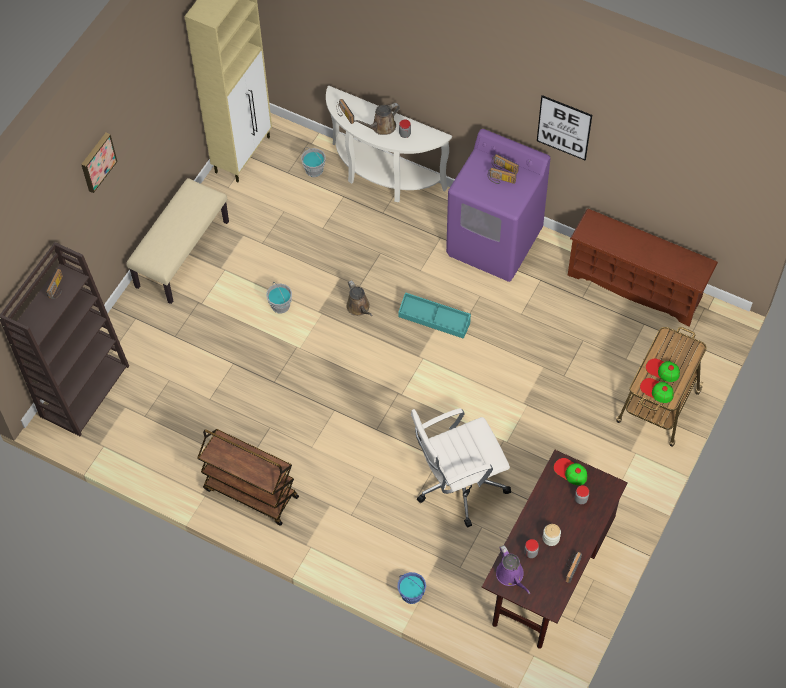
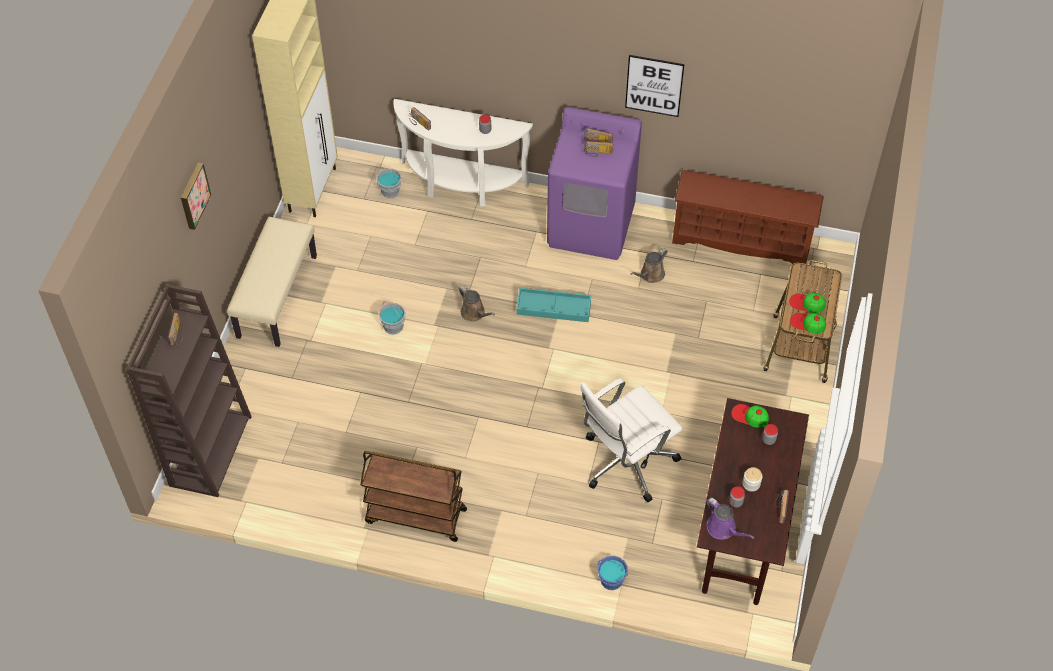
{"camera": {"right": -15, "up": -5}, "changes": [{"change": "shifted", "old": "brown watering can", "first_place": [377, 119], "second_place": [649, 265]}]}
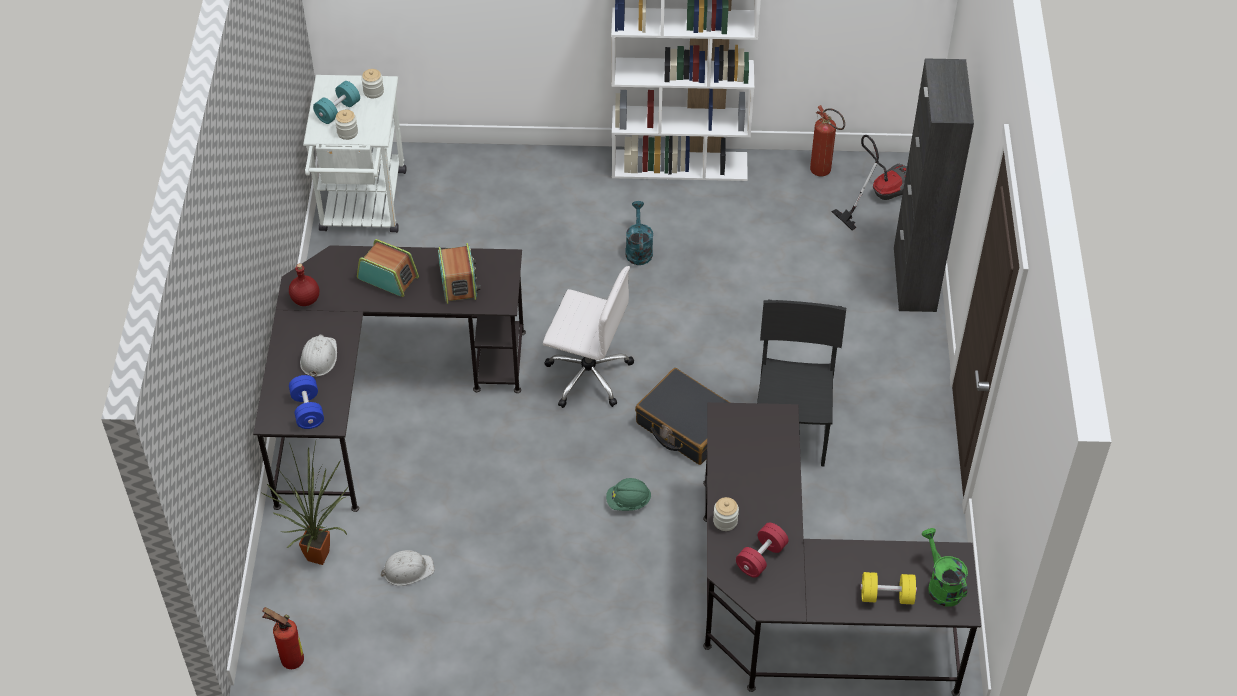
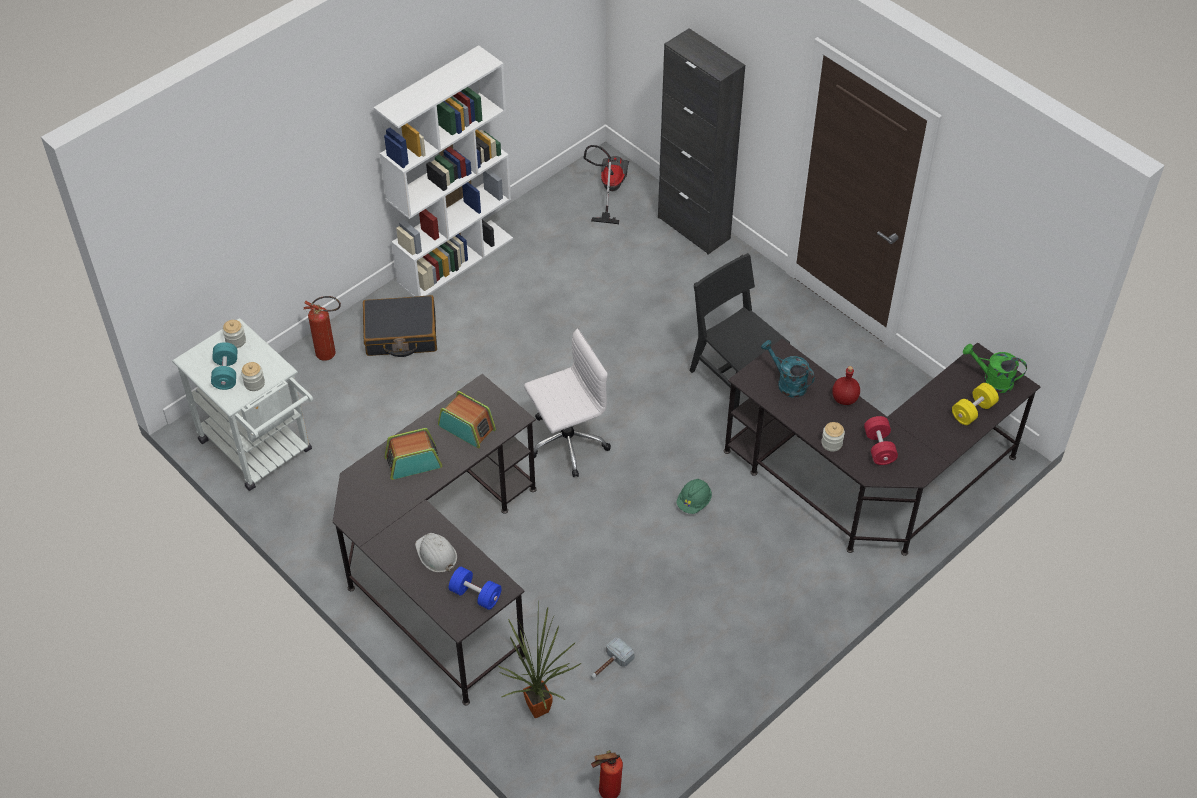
{"camera": {"right": -45, "up": 0}, "changes": [{"change": "shifted", "old": "fire extinguisher", "first_place": [827, 140], "second_place": [322, 328]}, {"change": "shifted", "old": "turquoise watering can", "first_place": [639, 233], "second_place": [788, 369]}, {"change": "shifted", "old": "red bottle", "first_place": [304, 284], "second_place": [846, 385]}, {"change": "shifted", "old": "black suitcase", "first_place": [682, 416], "second_place": [400, 326]}, {"change": "swapped", "old": "white hard hat", "new": "hammer", "first_place": [407, 568], "second_place": [613, 658]}]}
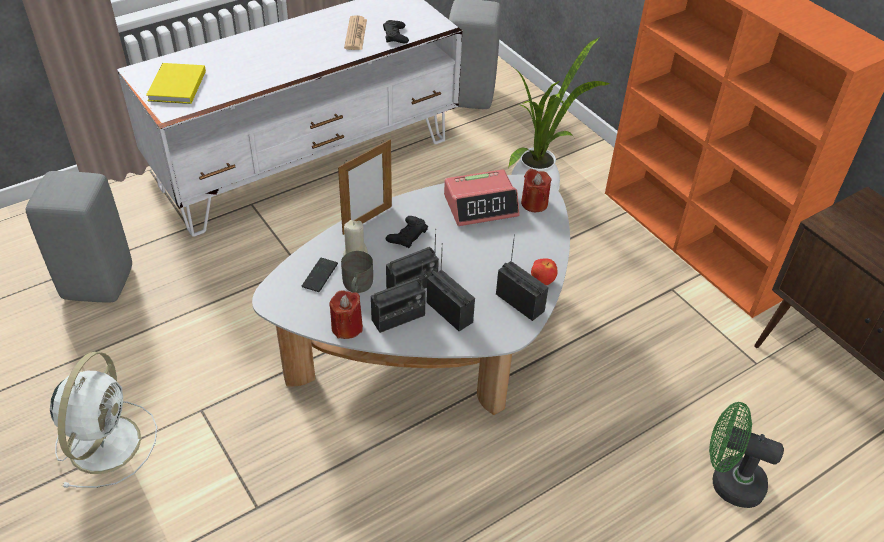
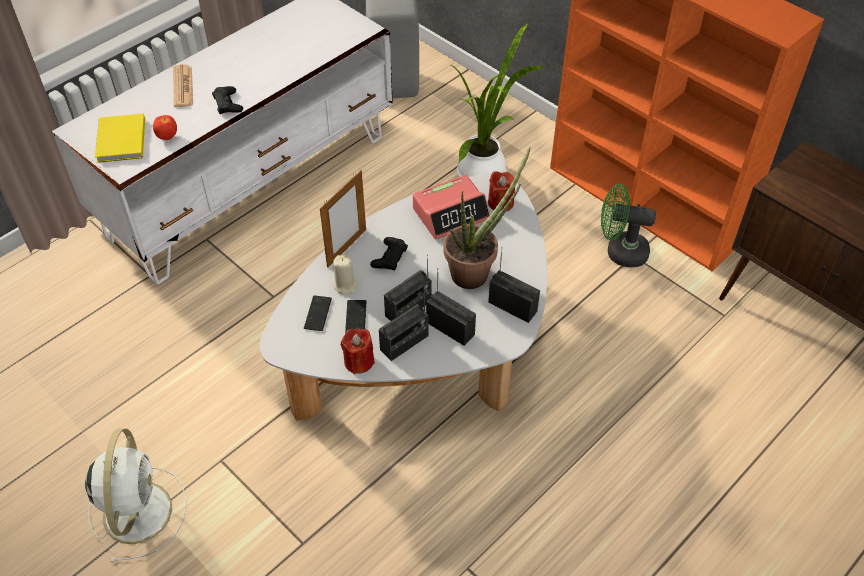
{"camera": {"right": -10, "up": 5}, "changes": [{"change": "shifted", "old": "newspaper", "first_place": [355, 32], "second_place": [183, 85]}, {"change": "shifted", "old": "black game controller", "first_place": [396, 31], "second_place": [227, 100]}, {"change": "gone", "old": "grey stool", "first_place": [79, 236]}, {"change": "swapped", "old": "grey mug", "new": "phone", "first_place": [357, 272], "second_place": [355, 316]}, {"change": "shifted", "old": "apple", "first_place": [544, 271], "second_place": [165, 127]}, {"change": "shifted", "old": "green fan", "first_place": [746, 455], "second_place": [628, 225]}, {"change": "new", "new": "potted plant", "second_place": [487, 218]}]}
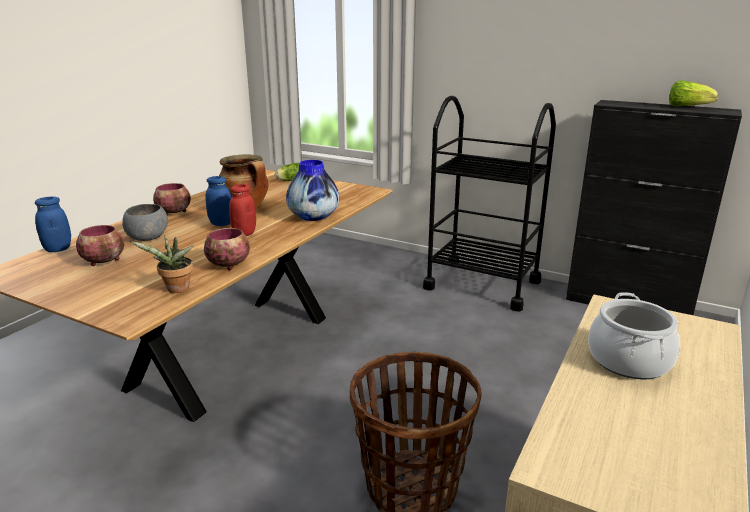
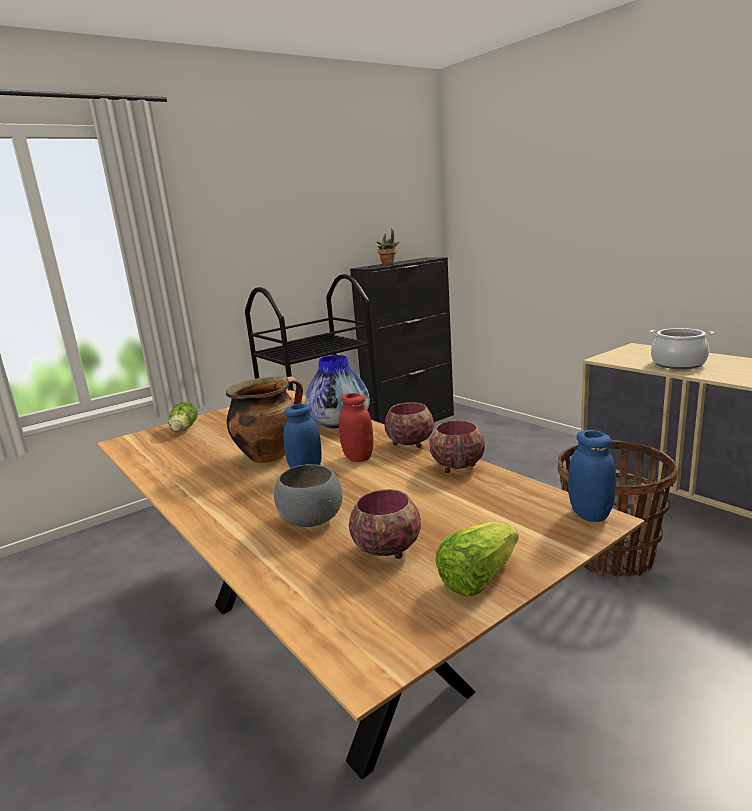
{"camera": {"right": -65, "up": -5}, "changes": [{"change": "shifted", "old": "lettuce", "first_place": [693, 93], "second_place": [476, 559]}, {"change": "shifted", "old": "bowl", "first_place": [172, 199], "second_place": [409, 425]}, {"change": "shifted", "old": "blue jar", "first_place": [53, 224], "second_place": [592, 476]}, {"change": "shifted", "old": "potted plant", "first_place": [161, 264], "second_place": [388, 247]}]}
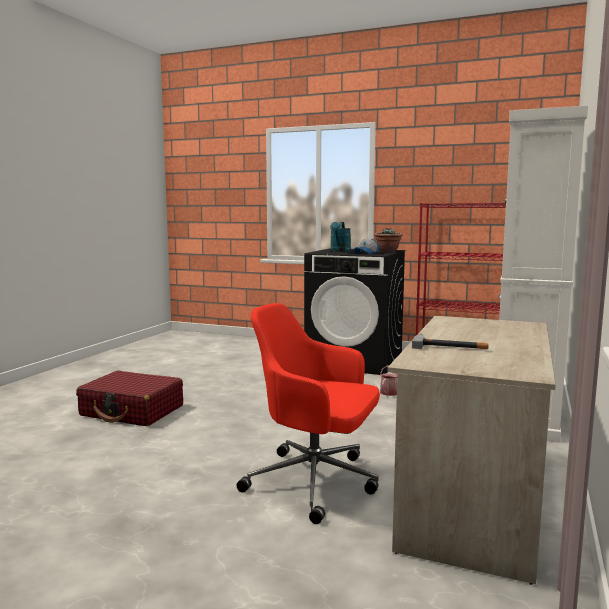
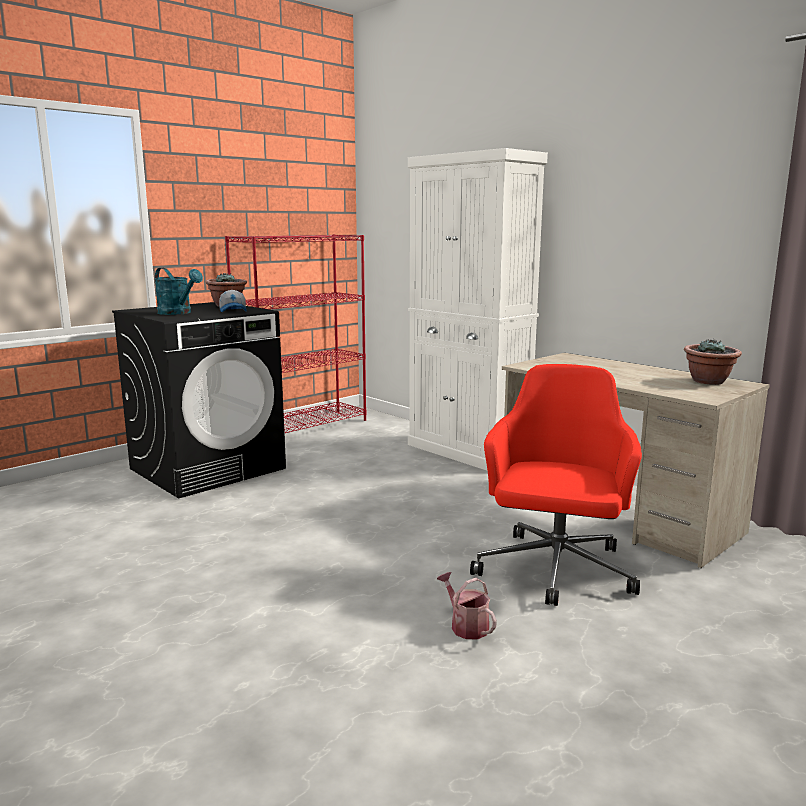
{"camera": {"right": -65, "up": 5}, "changes": [{"change": "rotated", "old": "red office chair", "first_place": [308, 413], "second_place": [556, 485], "degrees": 150}, {"change": "gone", "old": "hammer", "first_place": [450, 341]}, {"change": "shifted", "old": "watering can", "first_place": [388, 380], "second_place": [467, 605]}, {"change": "gone", "old": "red suitcase", "first_place": [129, 398]}, {"change": "new", "new": "potted plant", "second_place": [713, 362]}]}
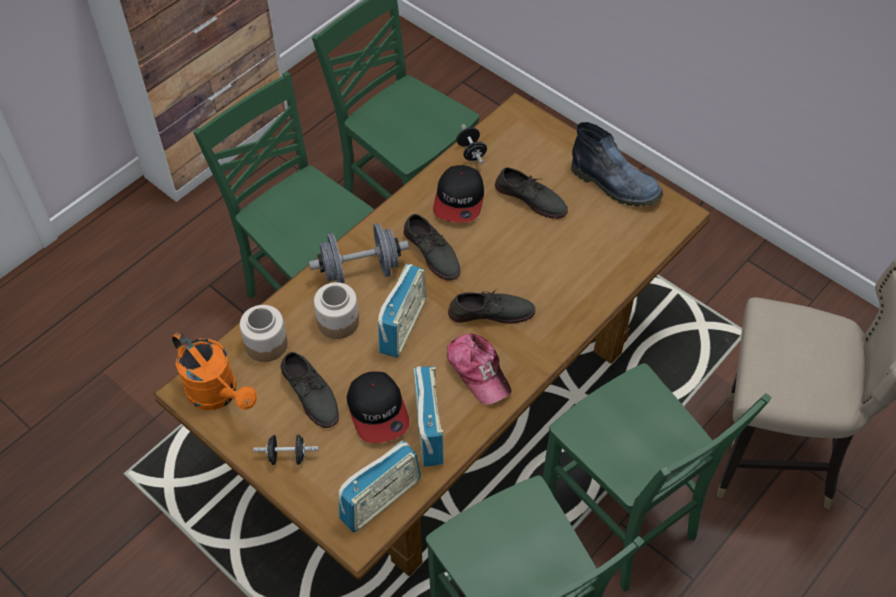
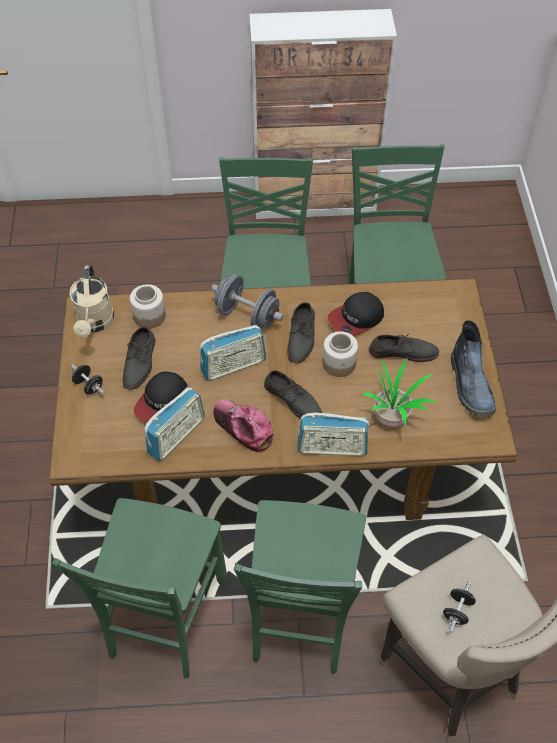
{"camera": {"right": 45, "up": 0}, "changes": [{"change": "shifted", "old": "black dumbbell", "first_place": [471, 144], "second_place": [459, 607]}, {"change": "rotated", "old": "grey shoe", "first_place": [531, 193], "second_place": [404, 347], "degrees": -75}, {"change": "shifted", "old": "jar", "first_place": [336, 310], "second_place": [340, 354]}, {"change": "repainted", "old": "orange watering can", "new": "beige watering can", "first_place": [214, 371], "second_place": [91, 301]}, {"change": "rotated", "old": "cap", "first_place": [479, 369], "second_place": [243, 426], "degrees": 120}, {"change": "shifted", "old": "radio", "first_place": [379, 486], "second_place": [334, 434]}, {"change": "new", "new": "potted plant", "second_place": [400, 392]}]}
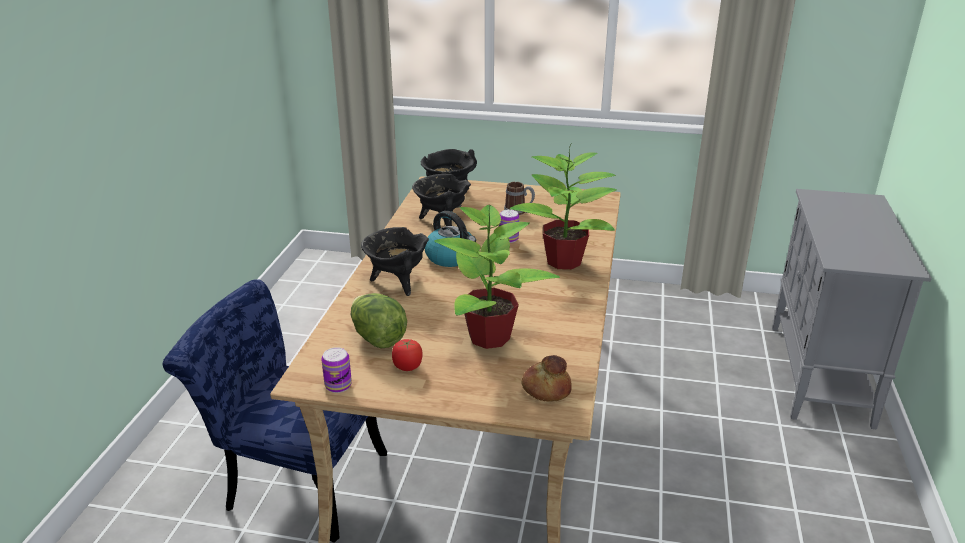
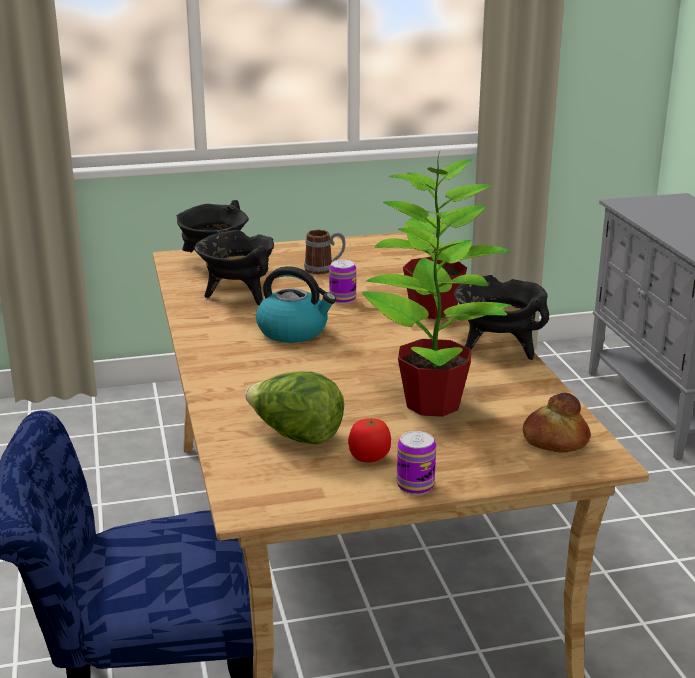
{"camera": {"right": -25, "up": -5}, "changes": [{"change": "shifted", "old": "black cooking pot", "first_place": [395, 261], "second_place": [501, 317]}, {"change": "shifted", "old": "can", "first_place": [336, 370], "second_place": [416, 463]}]}
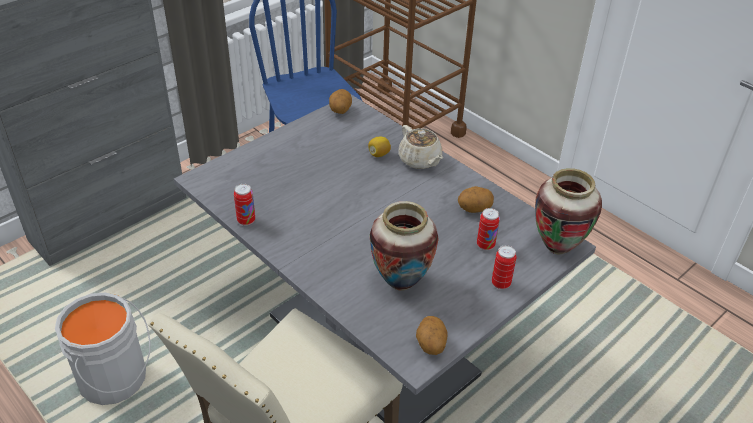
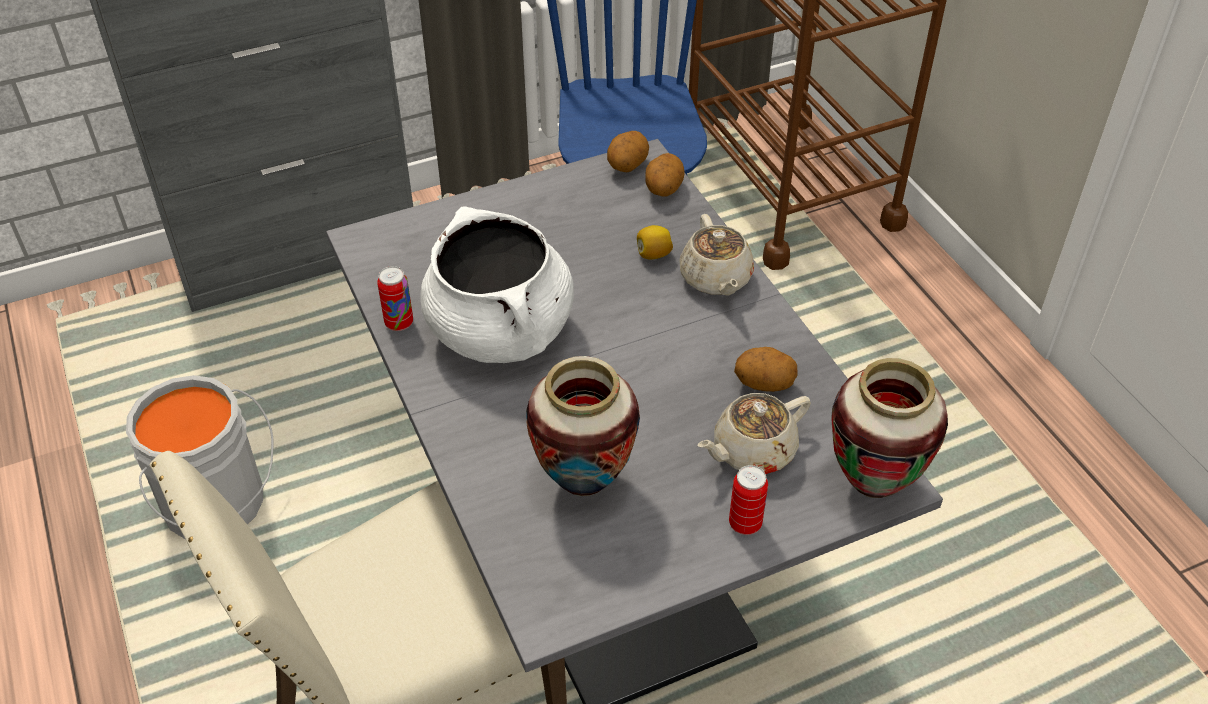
{"camera": {"right": 20, "up": 5}, "changes": [{"change": "swapped", "old": "can", "new": "beige teapot", "first_place": [488, 229], "second_place": [754, 433]}, {"change": "shifted", "old": "potato", "first_place": [432, 335], "second_place": [665, 175]}, {"change": "new", "new": "white cooking pot", "second_place": [497, 284]}]}
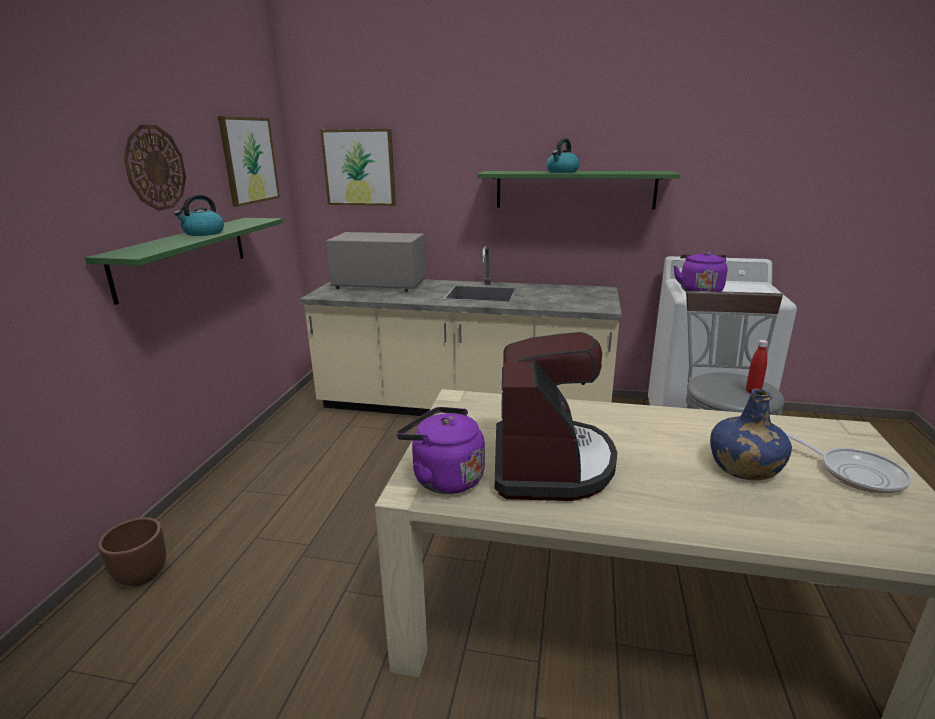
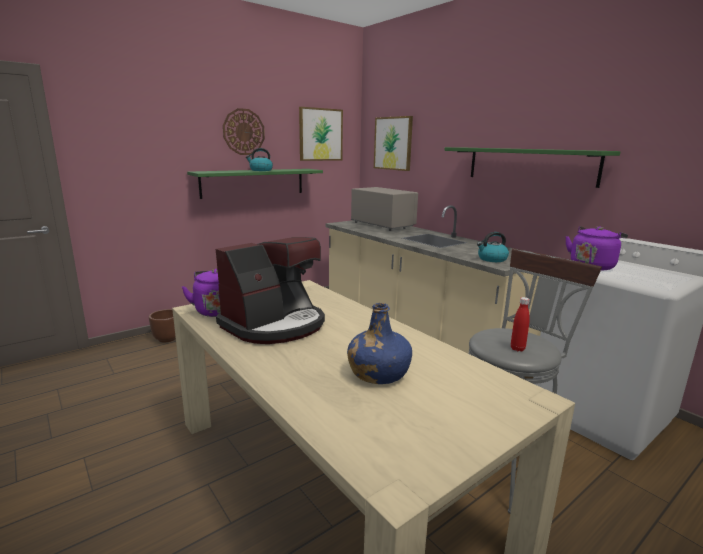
{"camera": {"right": 40, "up": -5}, "changes": [{"change": "shifted", "old": "kettle", "first_place": [563, 155], "second_place": [493, 247]}, {"change": "gone", "old": "frying pan", "first_place": [846, 462]}]}
